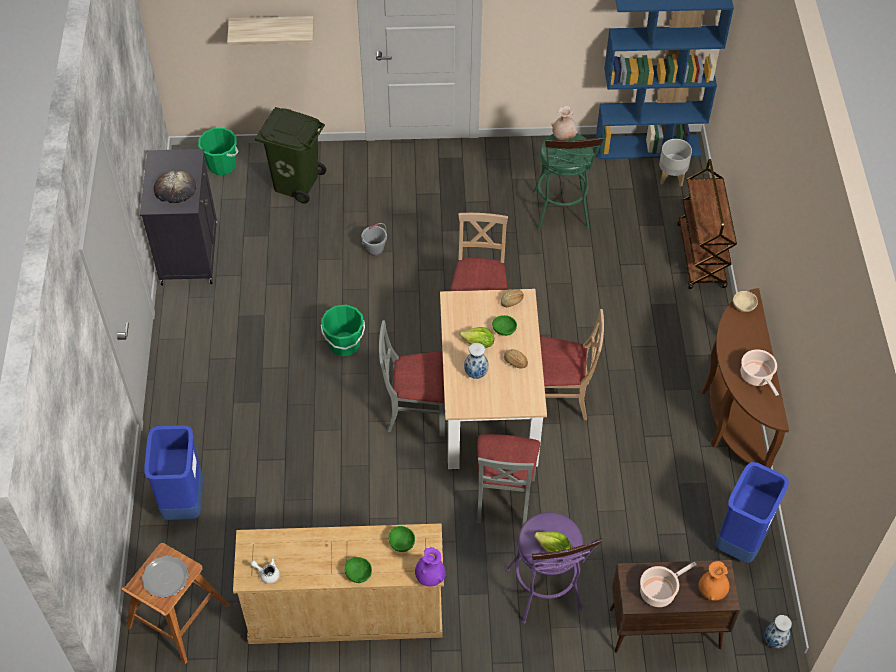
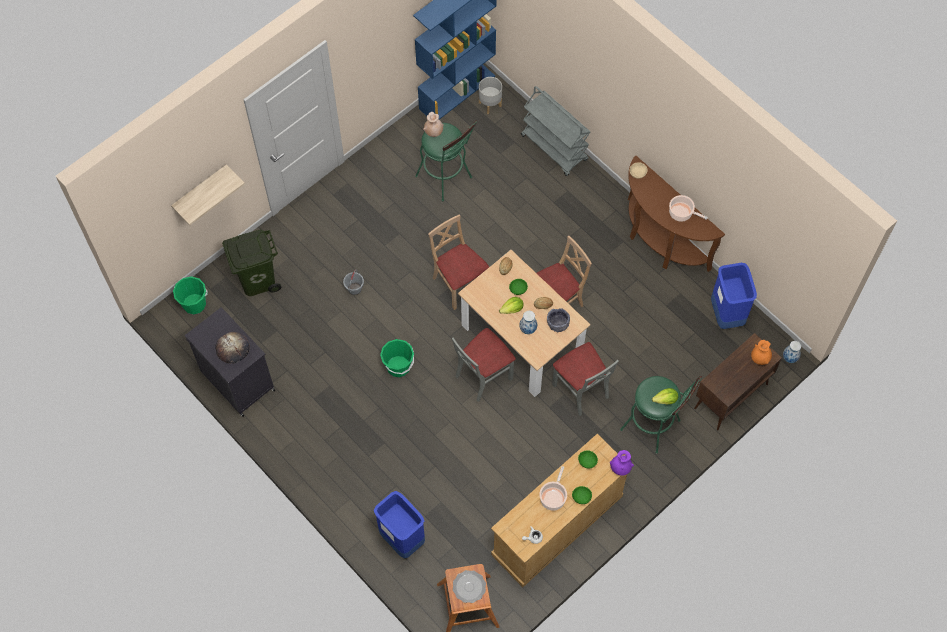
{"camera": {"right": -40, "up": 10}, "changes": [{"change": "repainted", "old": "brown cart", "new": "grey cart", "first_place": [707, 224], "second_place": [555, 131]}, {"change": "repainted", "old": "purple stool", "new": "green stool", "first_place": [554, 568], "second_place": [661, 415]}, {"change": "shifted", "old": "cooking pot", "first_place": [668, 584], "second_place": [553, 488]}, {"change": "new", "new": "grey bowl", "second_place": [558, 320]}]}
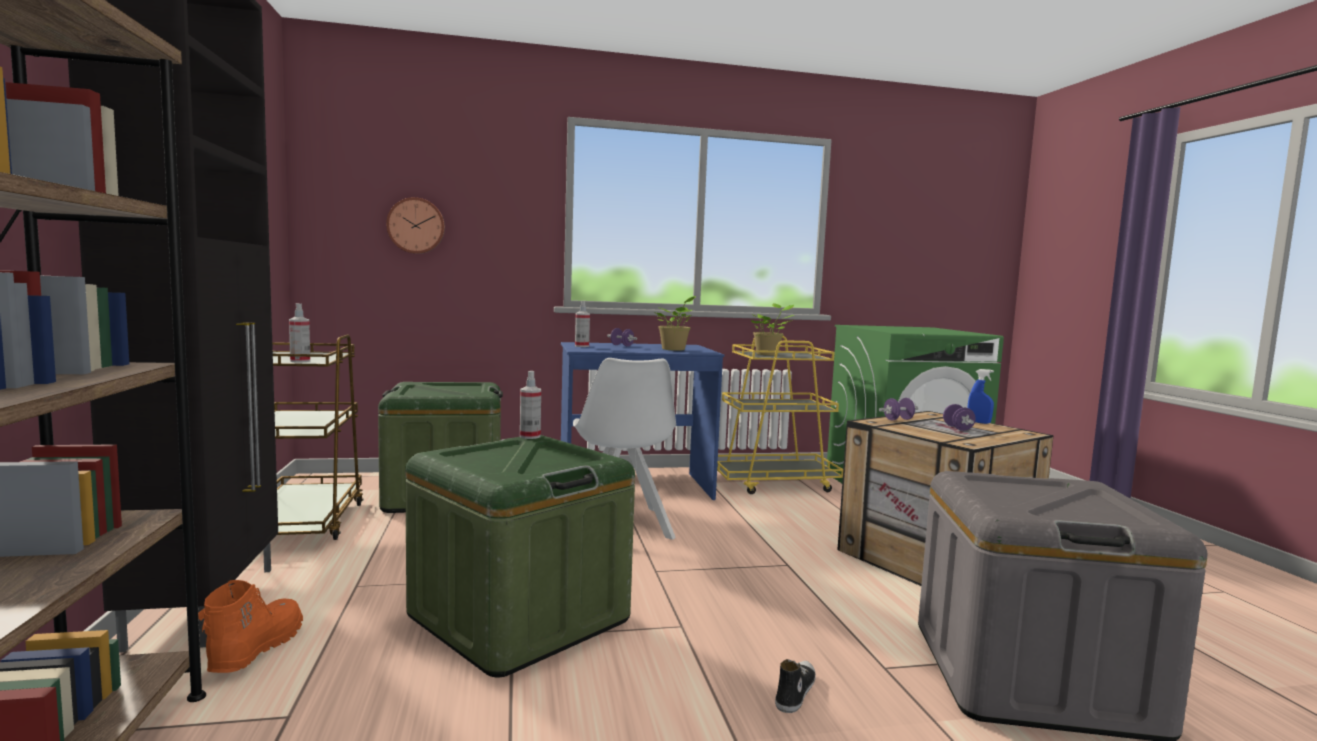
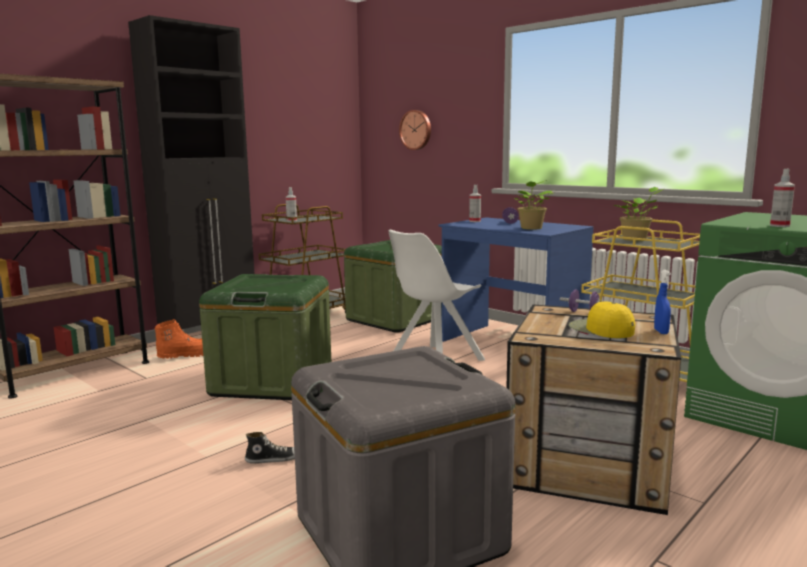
{"camera": {"right": 55, "up": 5}, "changes": [{"change": "shifted", "old": "spray bottle", "first_place": [530, 405], "second_place": [782, 198]}, {"change": "swapped", "old": "purple dumbbell", "new": "yellow cap", "first_place": [959, 417], "second_place": [602, 319]}]}
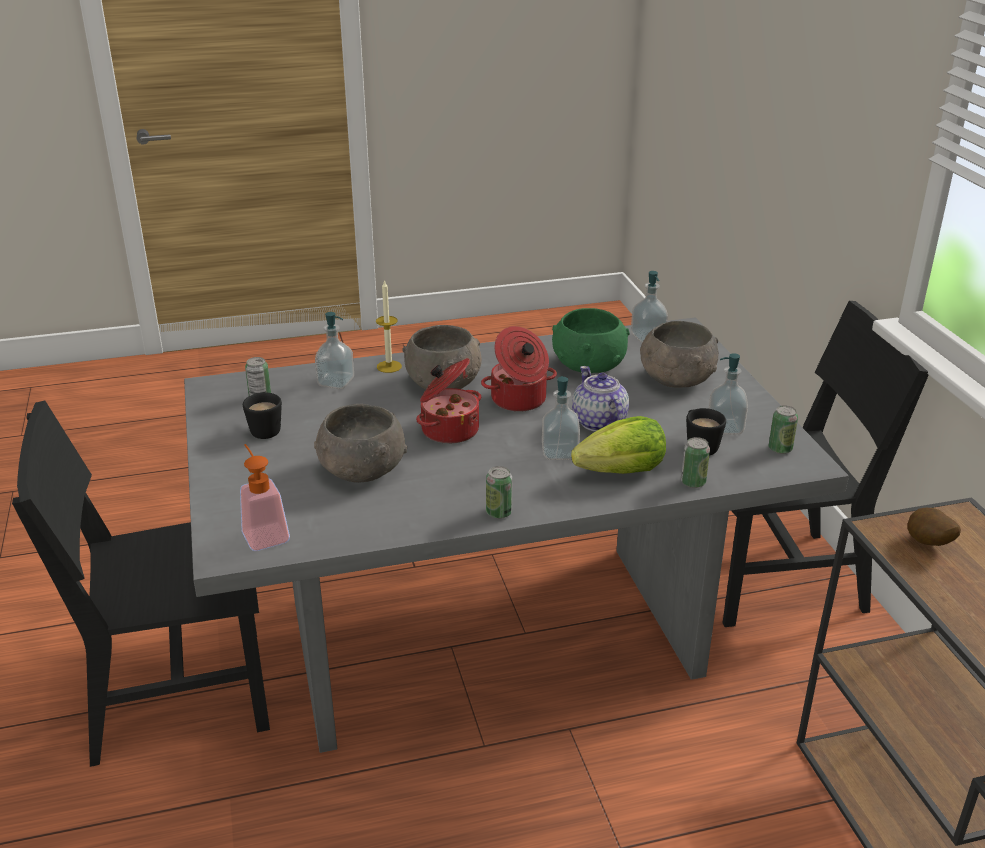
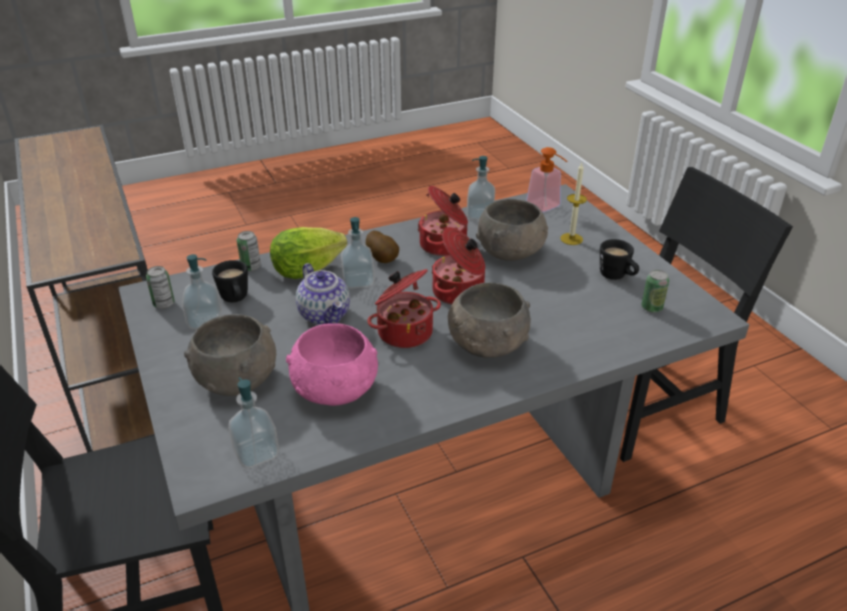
{"camera": {"right": 170, "up": 5}, "changes": [{"change": "shifted", "old": "candle", "first_place": [389, 326], "second_place": [573, 204]}, {"change": "repainted", "old": "green bowl", "new": "pink bowl", "first_place": [591, 340], "second_place": [332, 364]}, {"change": "shifted", "old": "soap dispenser", "first_place": [334, 350], "second_place": [481, 188]}, {"change": "gone", "old": "can", "first_place": [499, 492]}, {"change": "shifted", "old": "potato", "first_place": [934, 527], "second_place": [382, 247]}, {"change": "new", "new": "cooking pot", "second_place": [443, 221]}]}
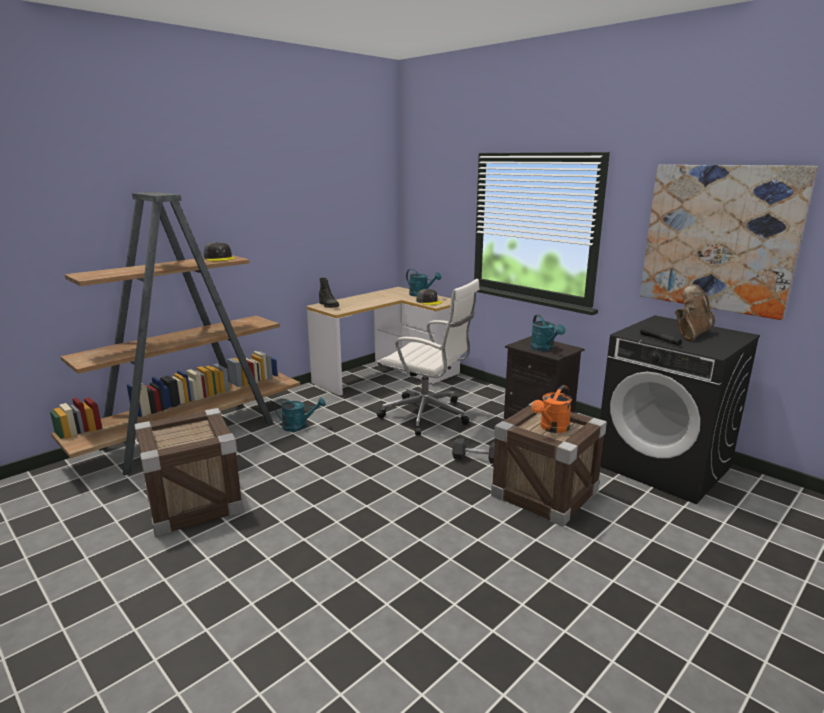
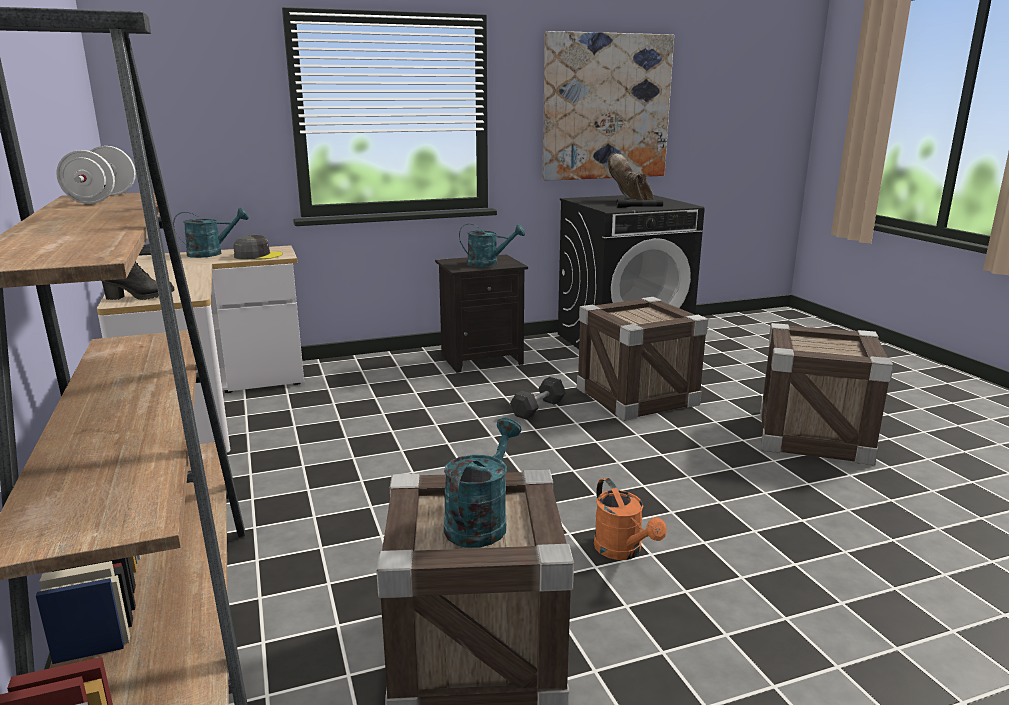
{"camera": {"right": -65, "up": 0}, "changes": [{"change": "swapped", "old": "grey cap", "new": "white dumbbell", "first_place": [219, 251], "second_place": [96, 175]}, {"change": "gone", "old": "white office chair", "first_place": [428, 357]}, {"change": "shifted", "old": "orange watering can", "first_place": [552, 409], "second_place": [630, 519]}, {"change": "shifted", "old": "turquoise watering can", "first_place": [300, 415], "second_place": [482, 483]}, {"change": "new", "new": "crate", "second_place": [827, 394]}]}
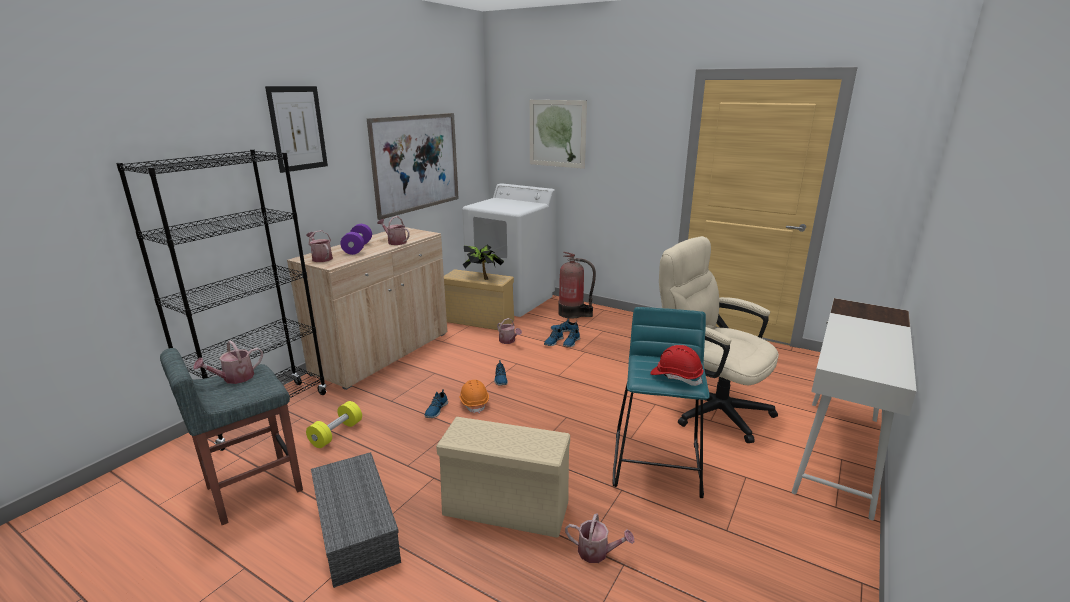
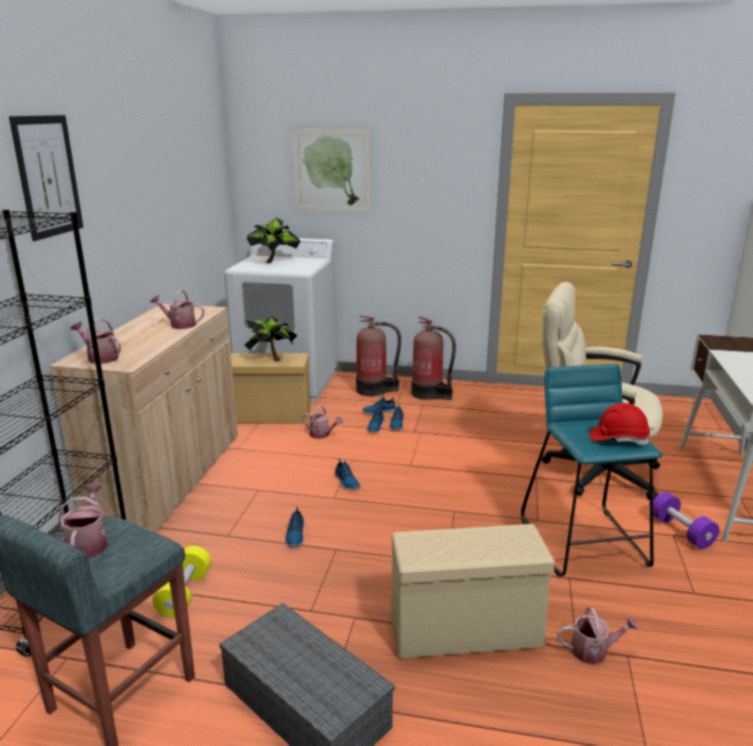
{"camera": {"right": -20, "up": 0}, "changes": [{"change": "gone", "old": "picture", "first_place": [413, 166]}, {"change": "shifted", "old": "purple dumbbell", "first_place": [356, 239], "second_place": [686, 520]}, {"change": "rotated", "old": "watering can", "first_place": [228, 362], "second_place": [83, 522], "degrees": 150}, {"change": "gone", "old": "orange hard hat", "first_place": [474, 397]}, {"change": "new", "new": "potted plant", "second_place": [273, 240]}, {"change": "new", "new": "fire extinguisher", "second_place": [433, 358]}]}
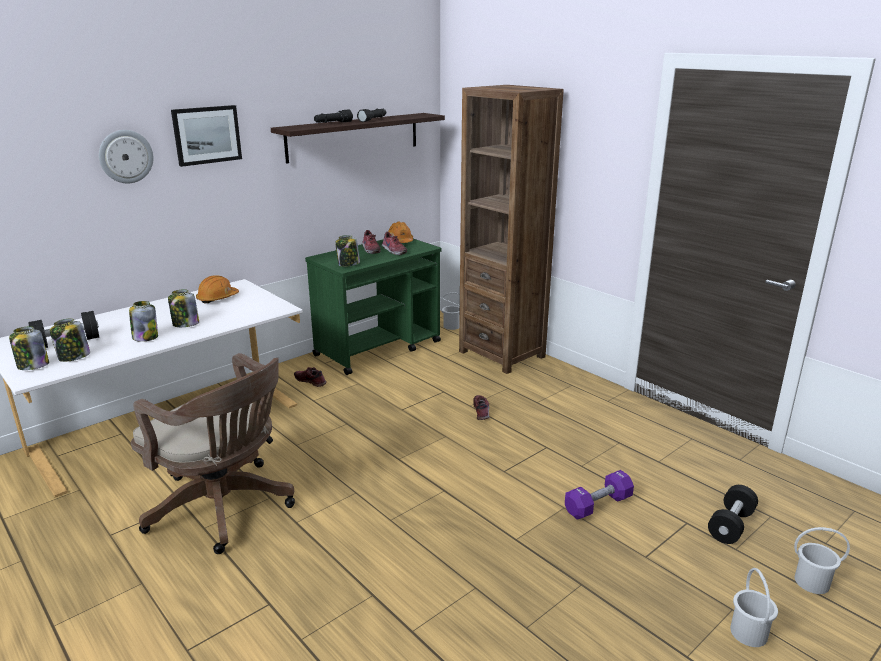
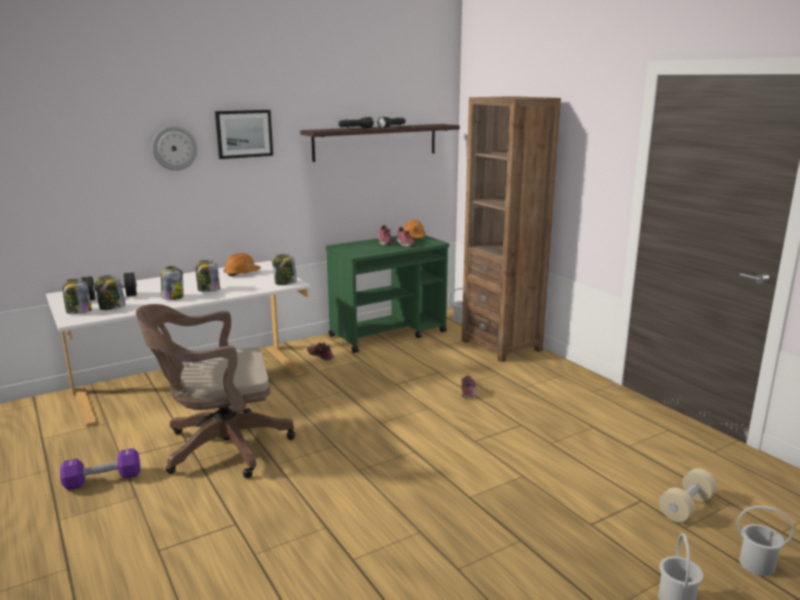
{"camera": {"right": 10, "up": -5}, "changes": [{"change": "shifted", "old": "jar", "first_place": [347, 251], "second_place": [284, 269]}, {"change": "rotated", "old": "brown office chair", "first_place": [213, 453], "second_place": [215, 391], "degrees": 120}, {"change": "shifted", "old": "purple dumbbell", "first_place": [599, 495], "second_place": [100, 469]}, {"change": "repainted", "old": "black dumbbell", "new": "beige dumbbell", "first_place": [733, 514], "second_place": [688, 495]}]}
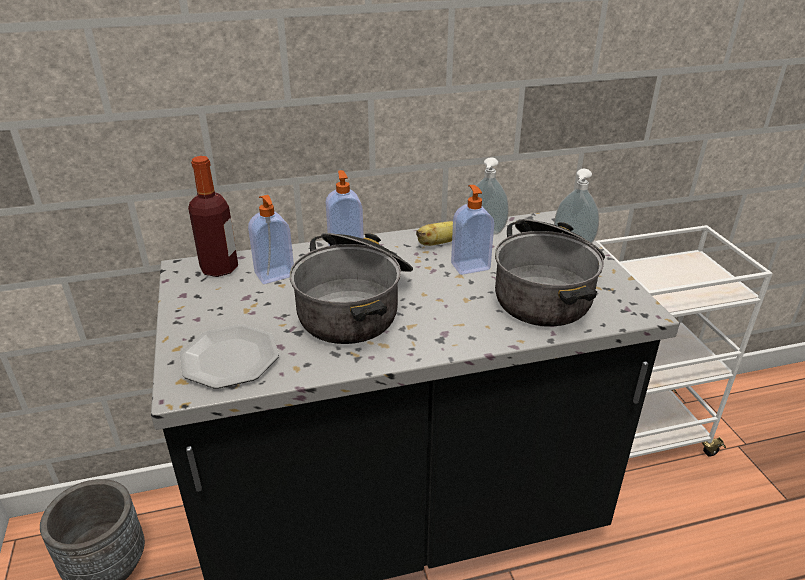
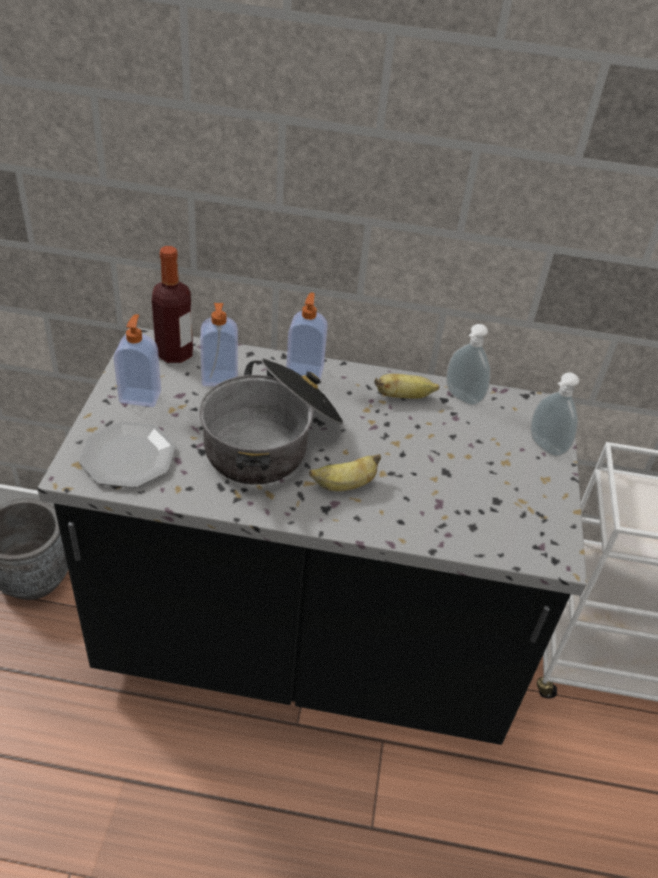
{"camera": {"right": 20, "up": 10}, "changes": [{"change": "shifted", "old": "soap dispenser", "first_place": [472, 230], "second_place": [137, 360]}, {"change": "gone", "old": "cooking pot", "first_place": [550, 273]}, {"change": "new", "new": "banana", "second_place": [345, 472]}]}
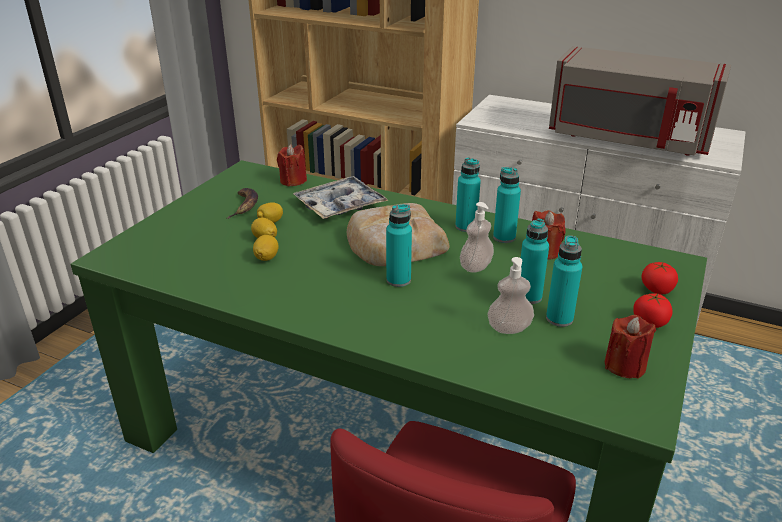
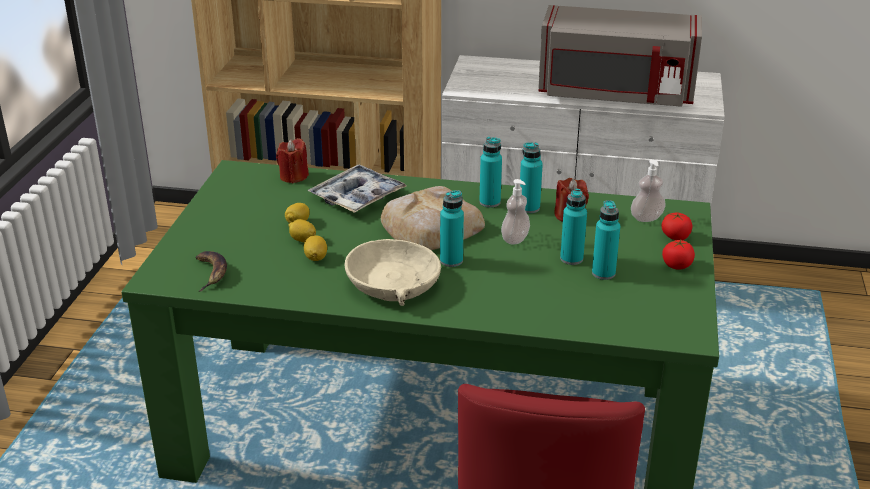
{"camera": {"right": -15, "up": 0}, "changes": [{"change": "shifted", "old": "banana", "first_place": [242, 203], "second_place": [211, 271]}, {"change": "shifted", "old": "soap dispenser", "first_place": [510, 295], "second_place": [648, 190]}, {"change": "gone", "old": "red candle", "first_place": [630, 347]}, {"change": "new", "new": "beige bowl", "second_place": [393, 272]}]}
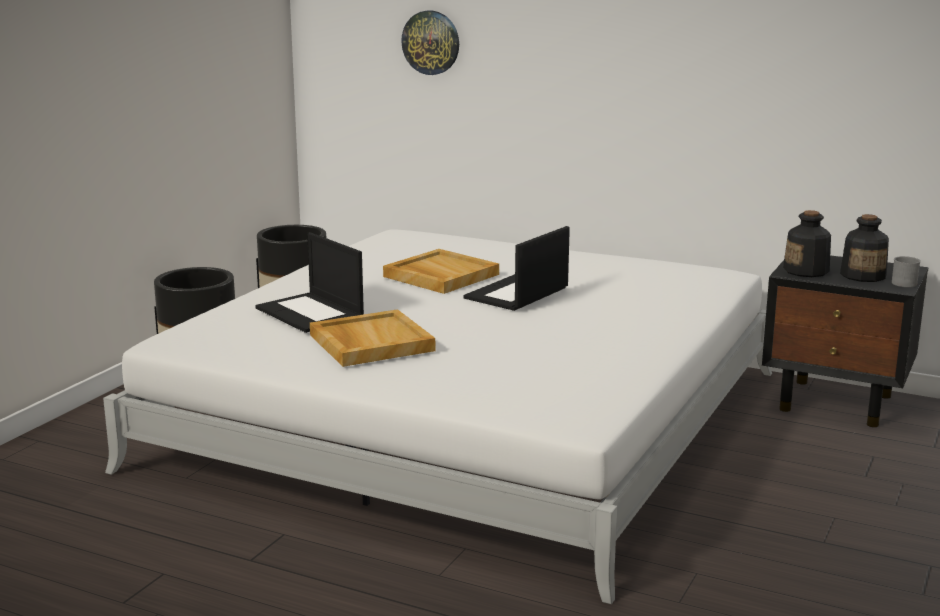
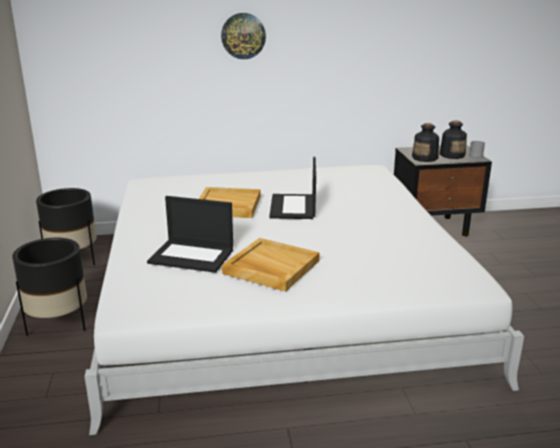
{"camera": {"right": -35, "up": 5}, "changes": [{"change": "shifted", "old": "wall clock", "first_place": [430, 42], "second_place": [243, 36]}]}
